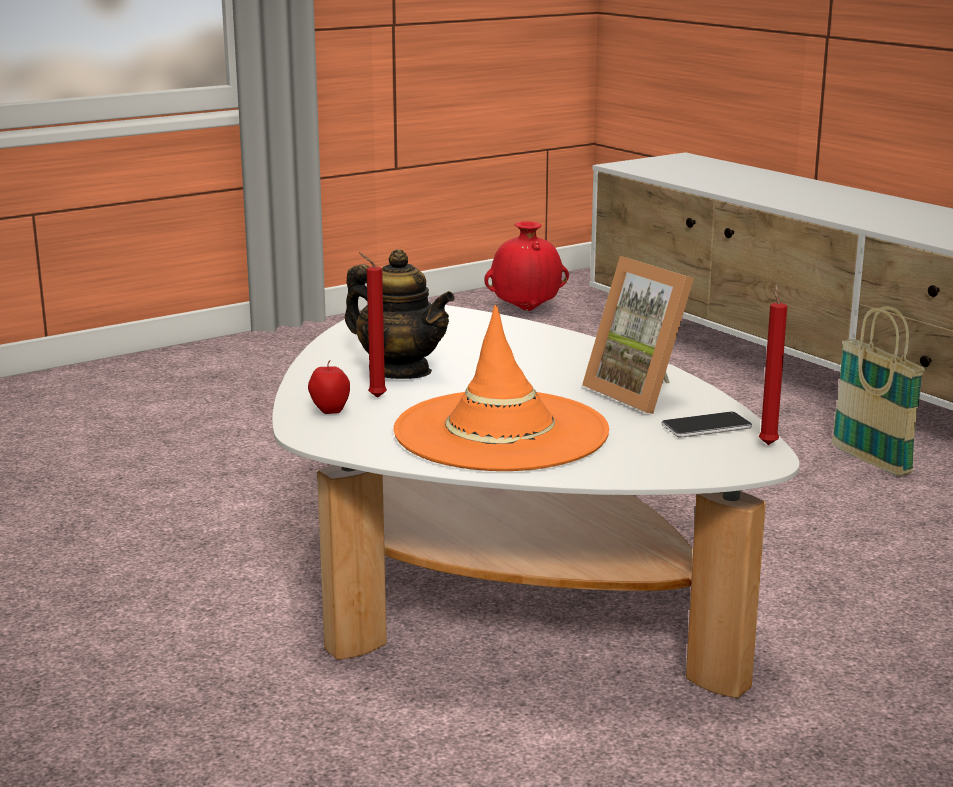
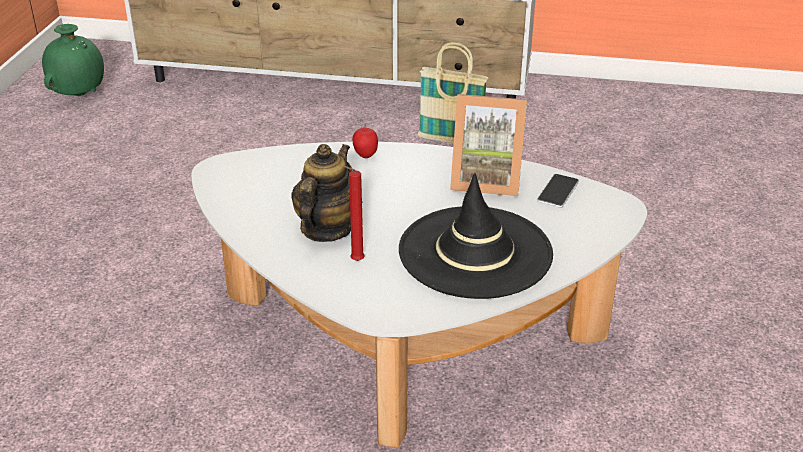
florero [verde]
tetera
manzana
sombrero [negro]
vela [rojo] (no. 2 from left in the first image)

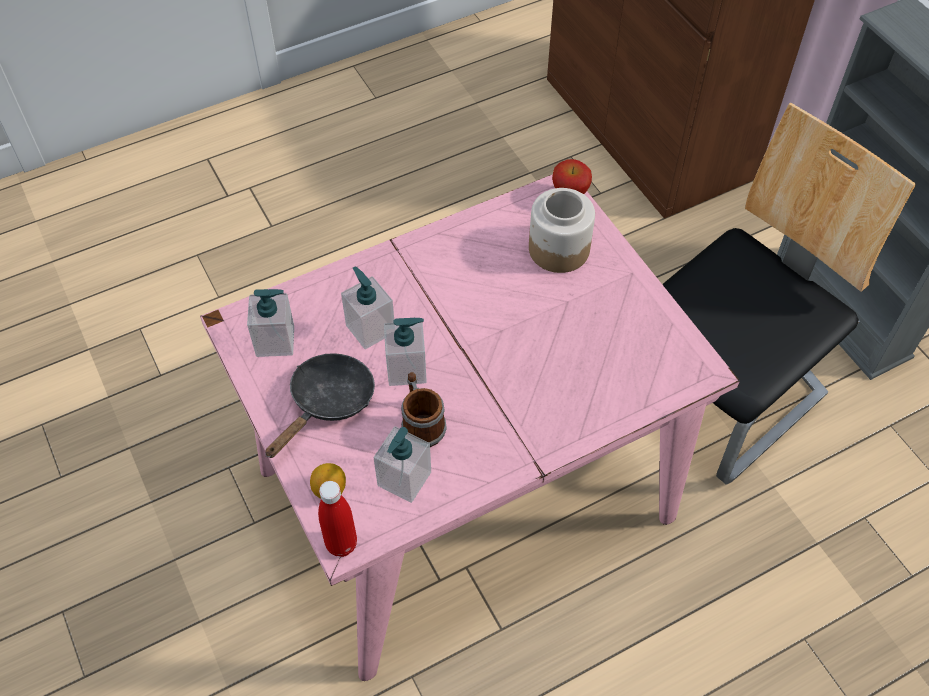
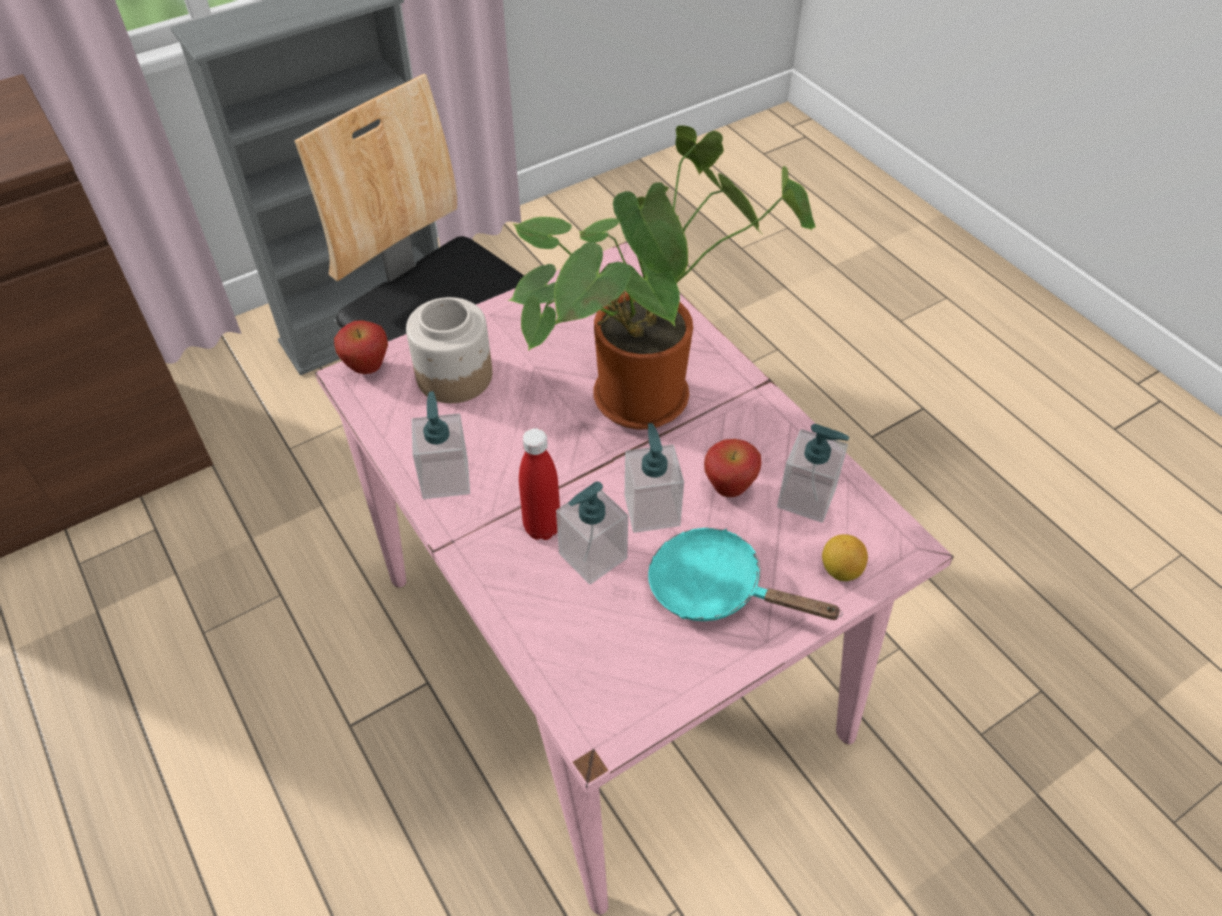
dispensador de jabón (no. 1 from left)
planta en maceta
botella [rojo]
sartén [turquesa]
manzana (no. 2 from left)

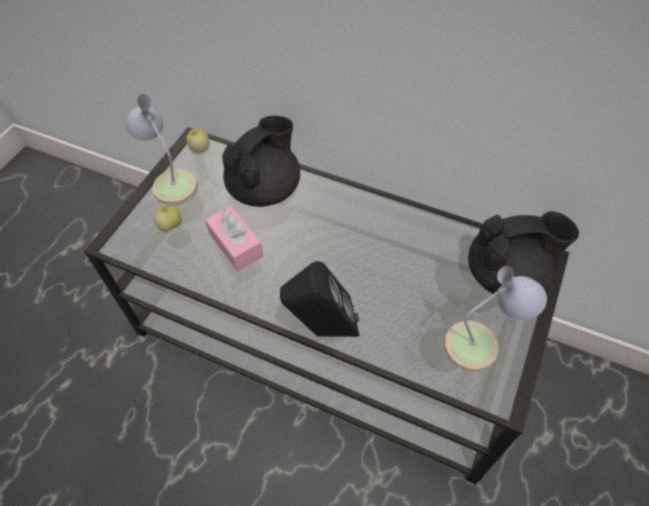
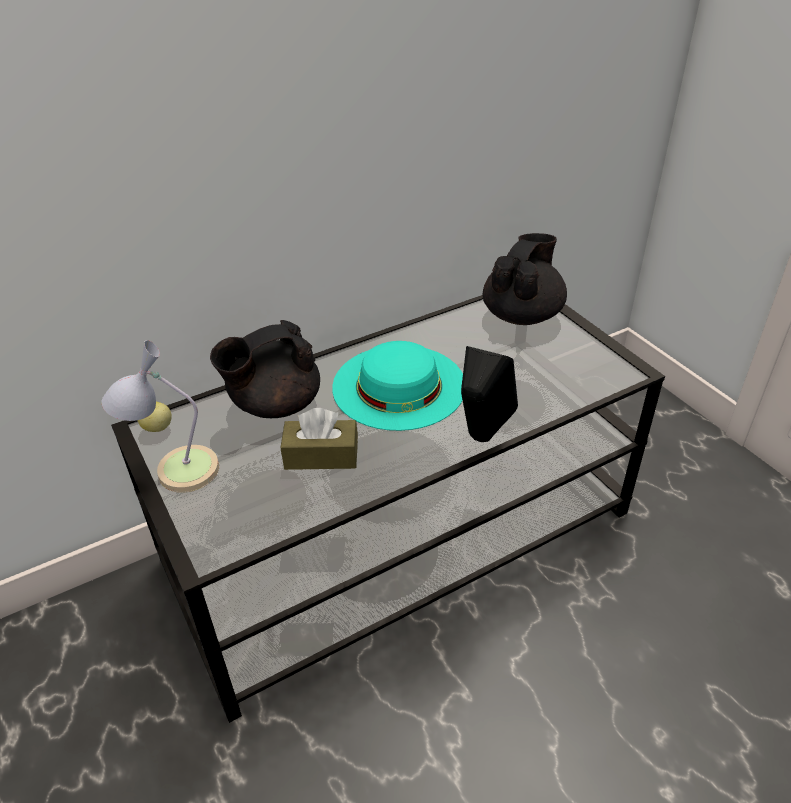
tetera [negro] (no. 1 from left)
caja de pañuelos [marrón]
sombrero [turquesa]
manzana (no. 1 from left in the first image)
lámpara de mesa (no. 2 from left in the first image)

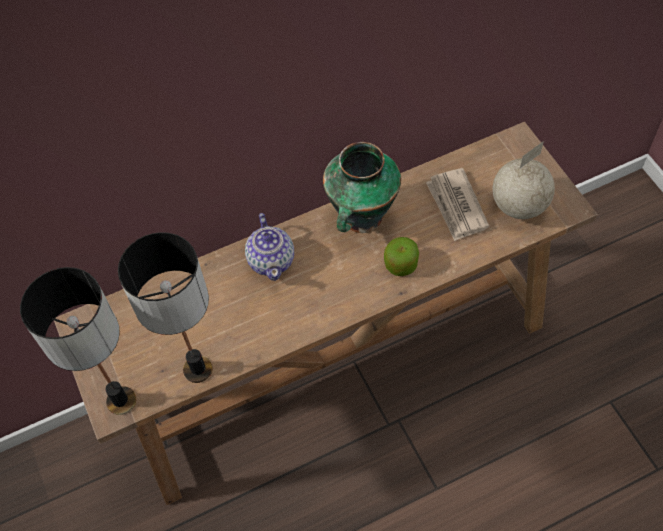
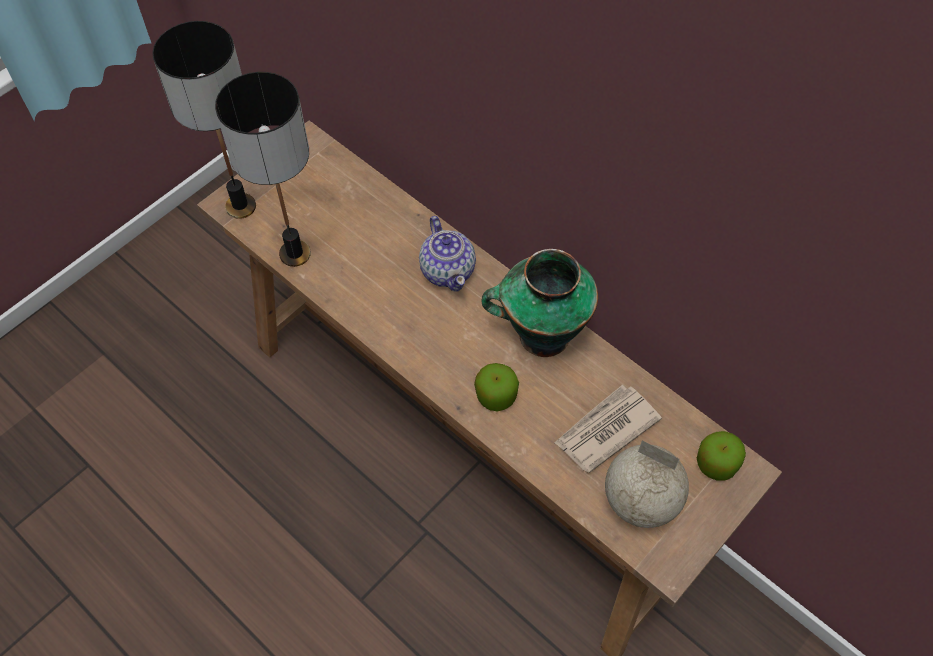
tetera
manzana (no. 2 from left)

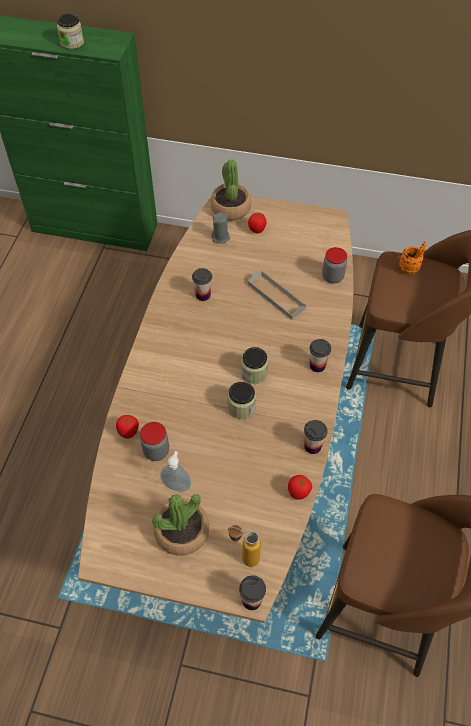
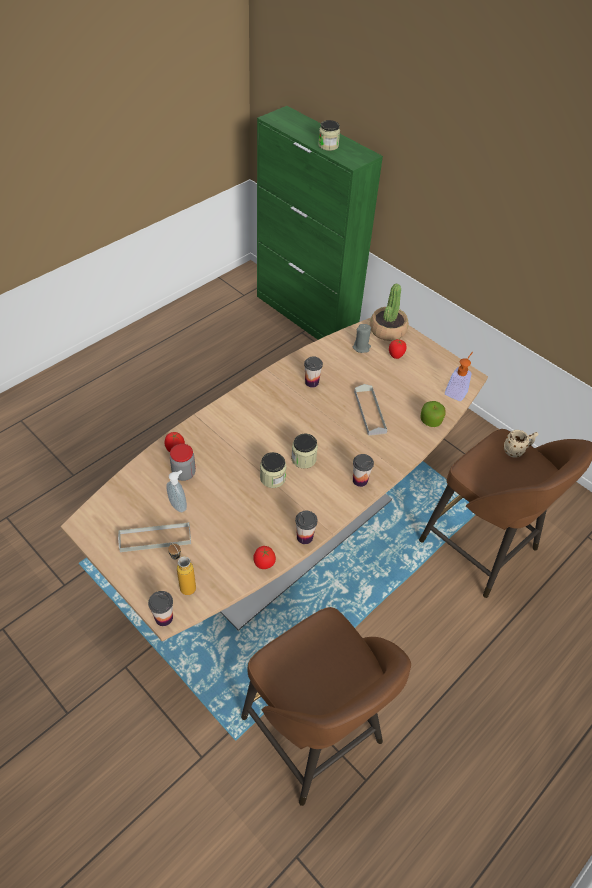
bandeja [gris] (no. 1 from left)
manzana
dispensador de jabón (no. 2 from left)
taza grande [beis]

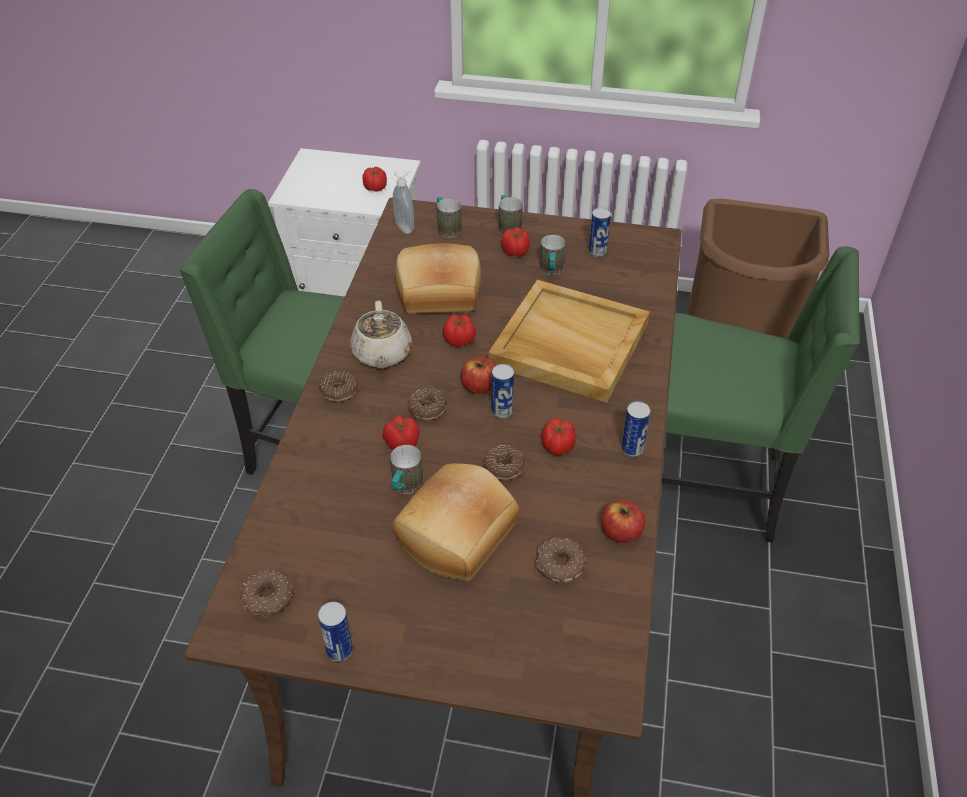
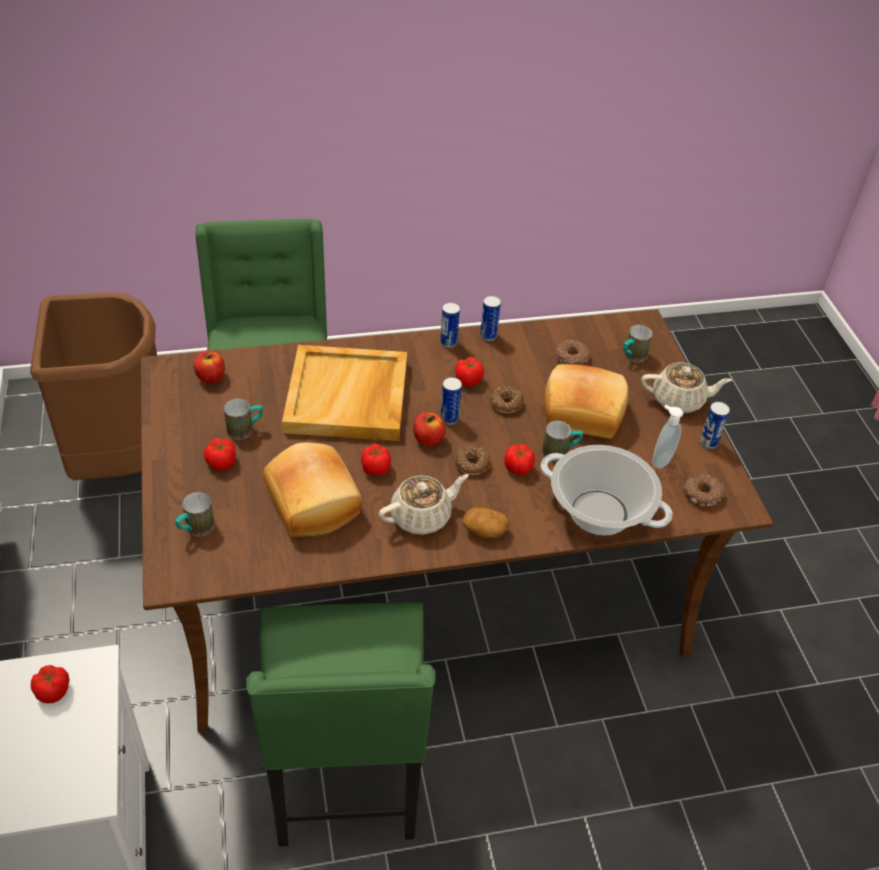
manzana (no. 1 from left)
patata
lata (no. 3 from left)
olla
taza grande (no. 4 from left)
tetera [beis] (no. 2 from left)
dispensador de jabón

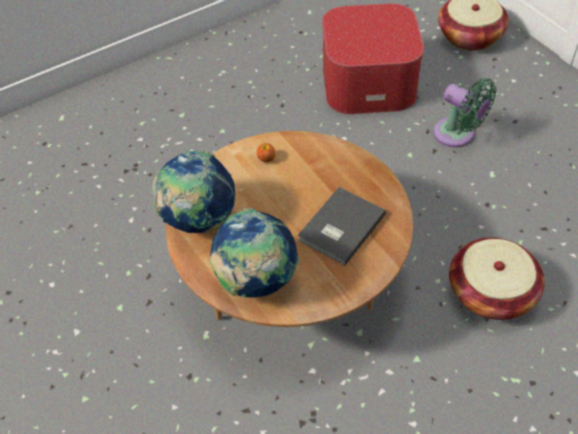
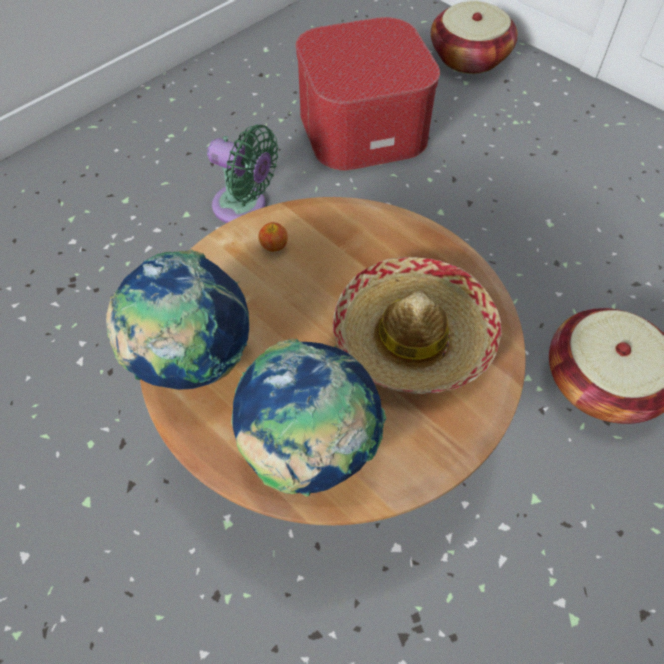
ventilador [verde]
sombrero

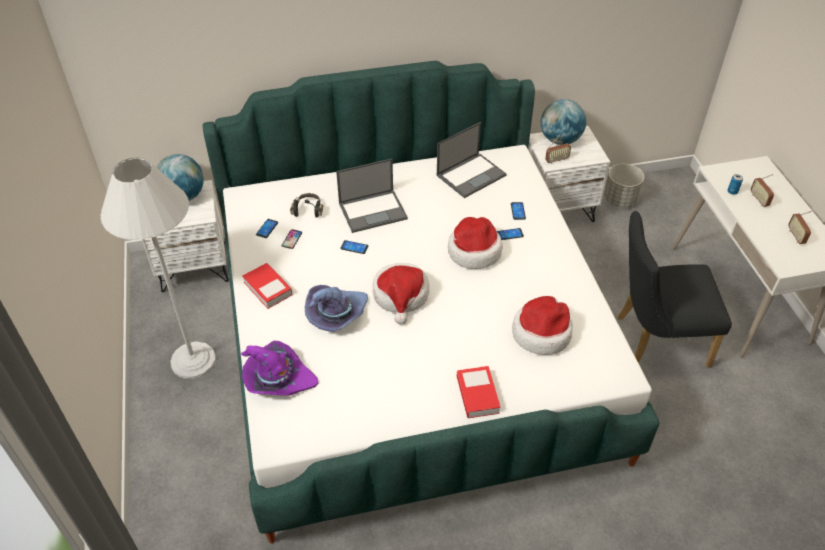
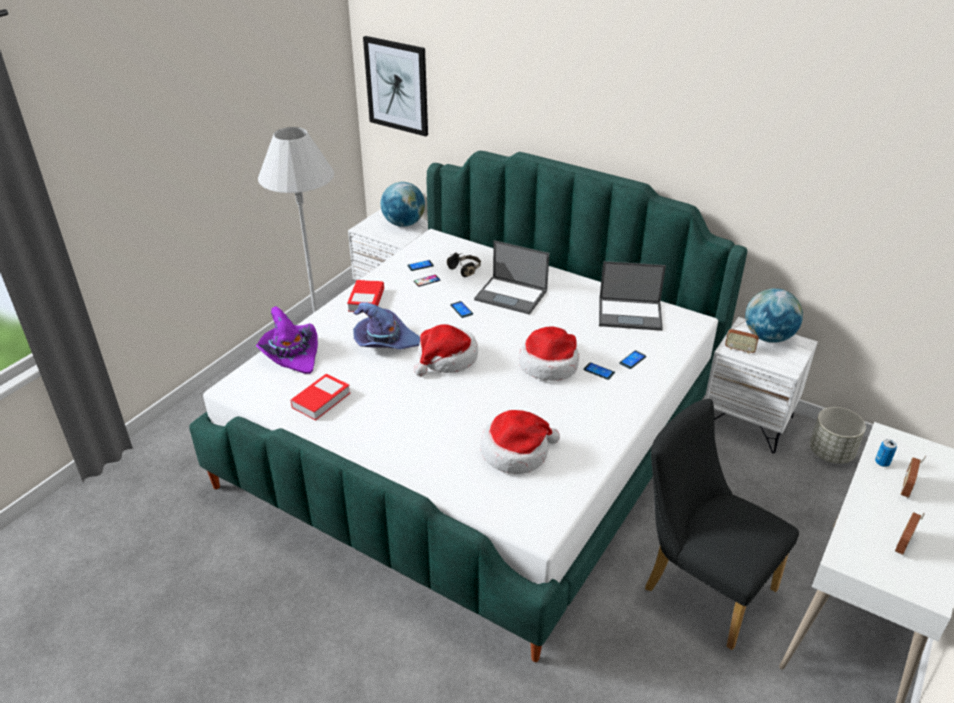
libro (no. 1 from left)
cuadro

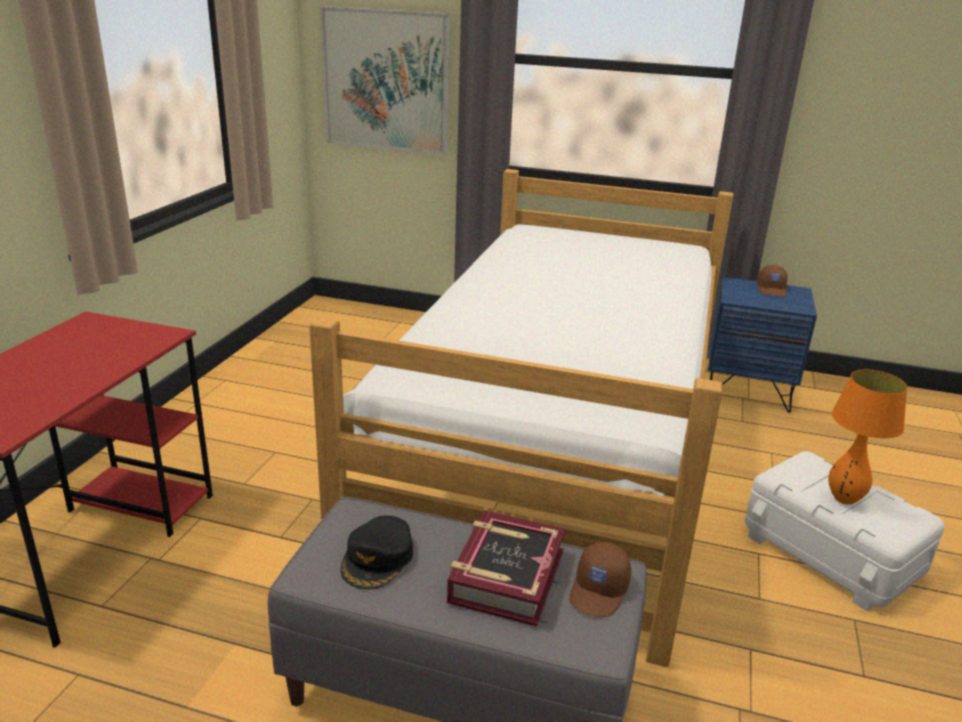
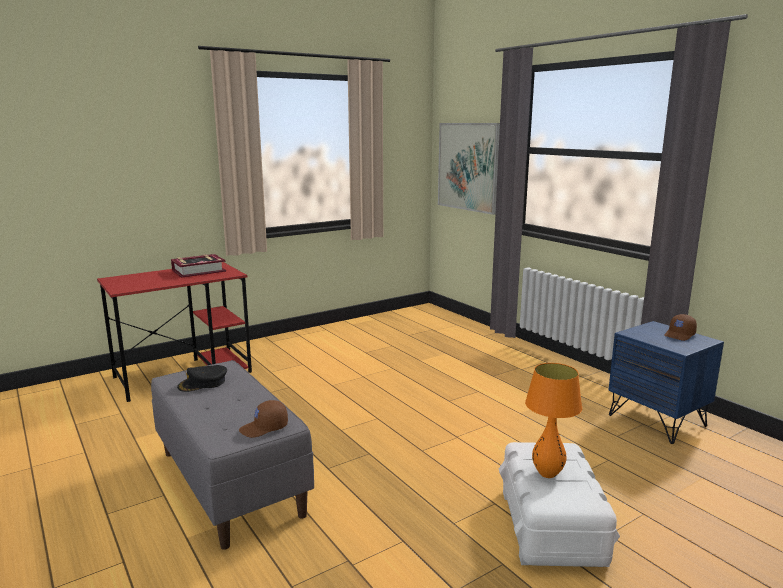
libro
cama

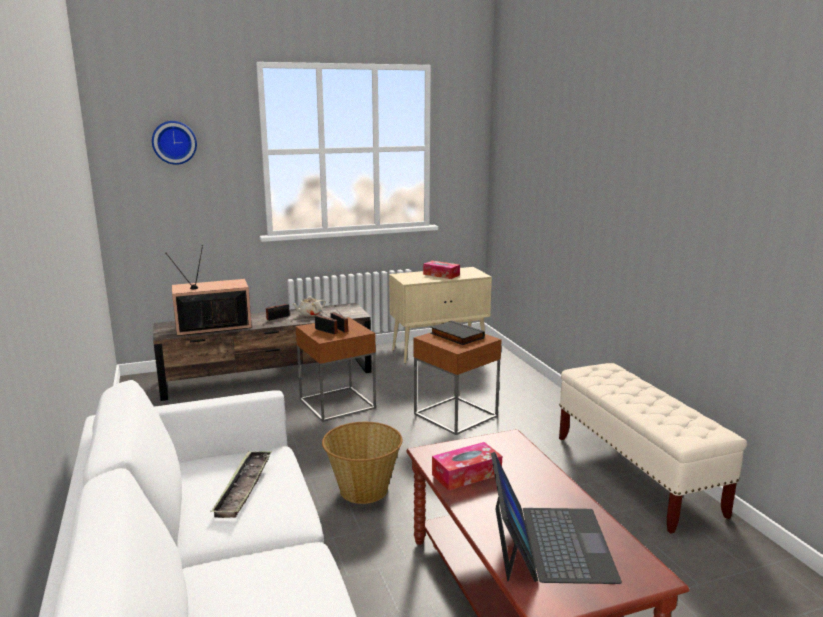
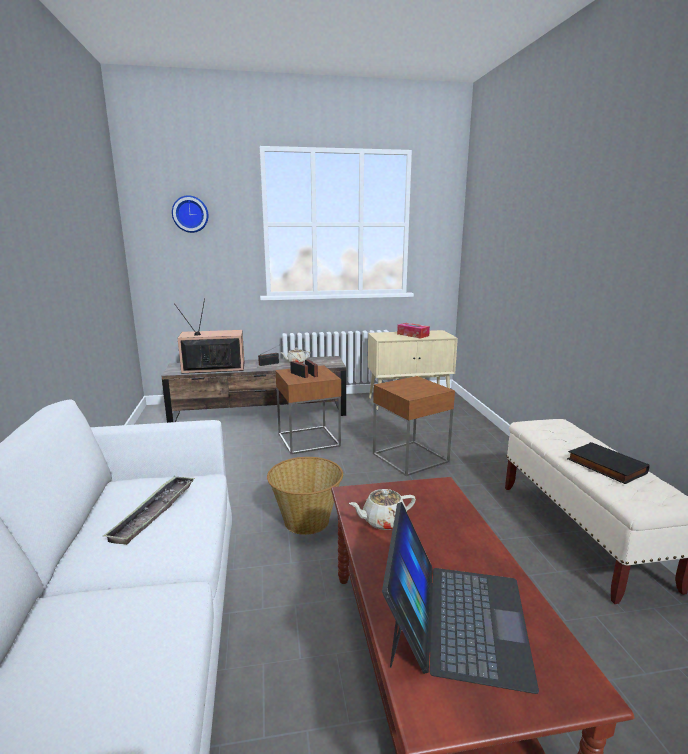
tetera [beis] (no. 2 from left)
libro [negro]

